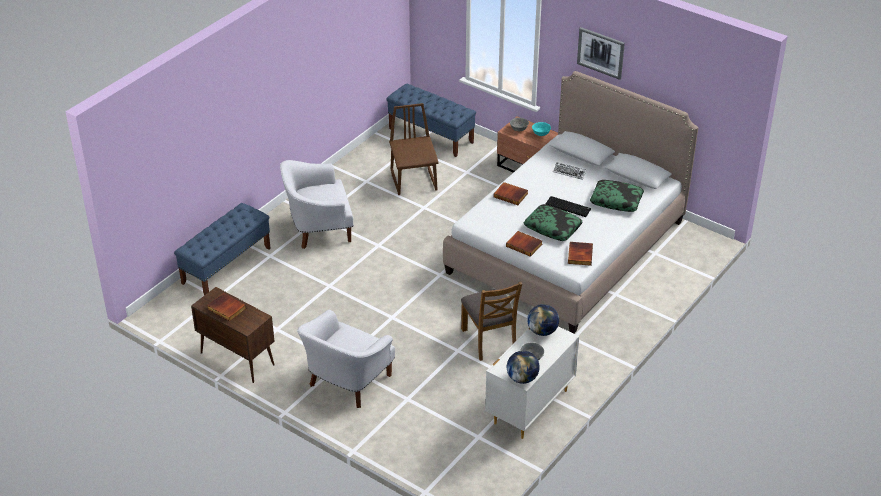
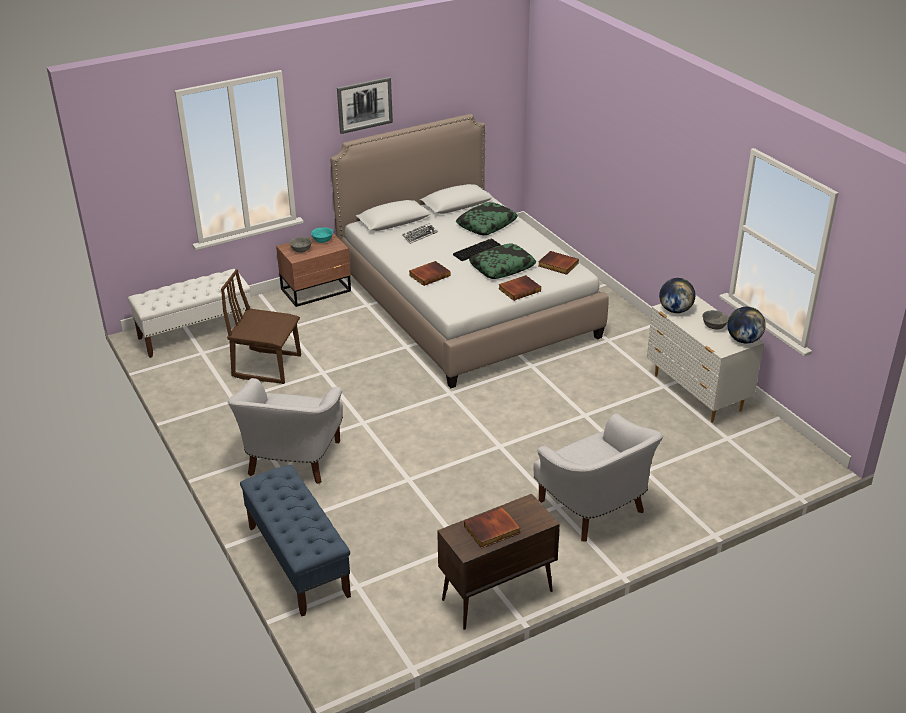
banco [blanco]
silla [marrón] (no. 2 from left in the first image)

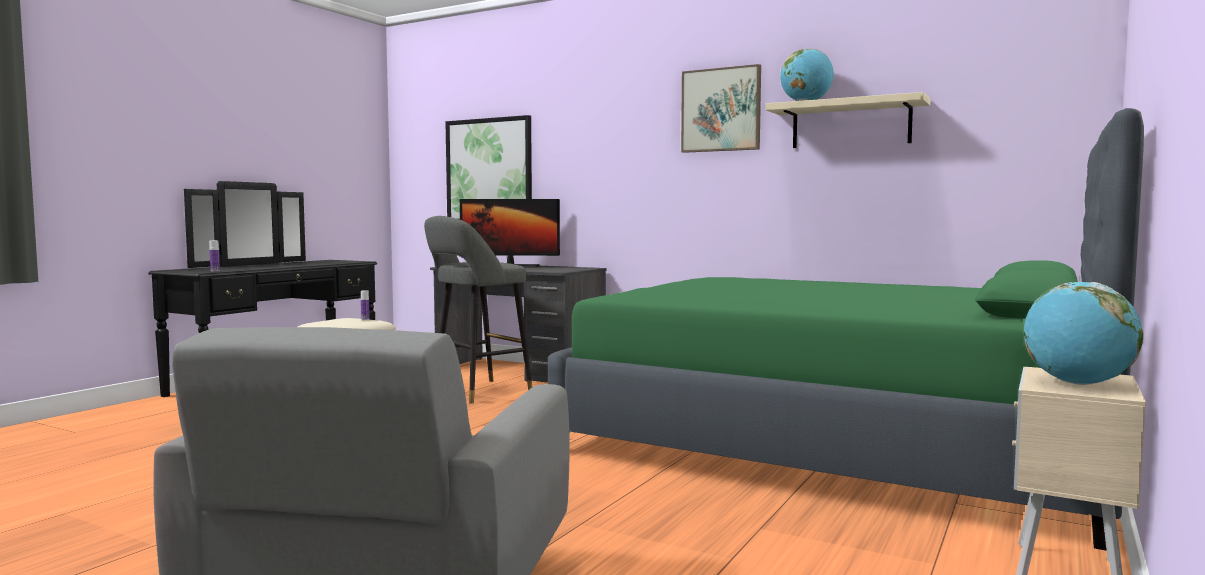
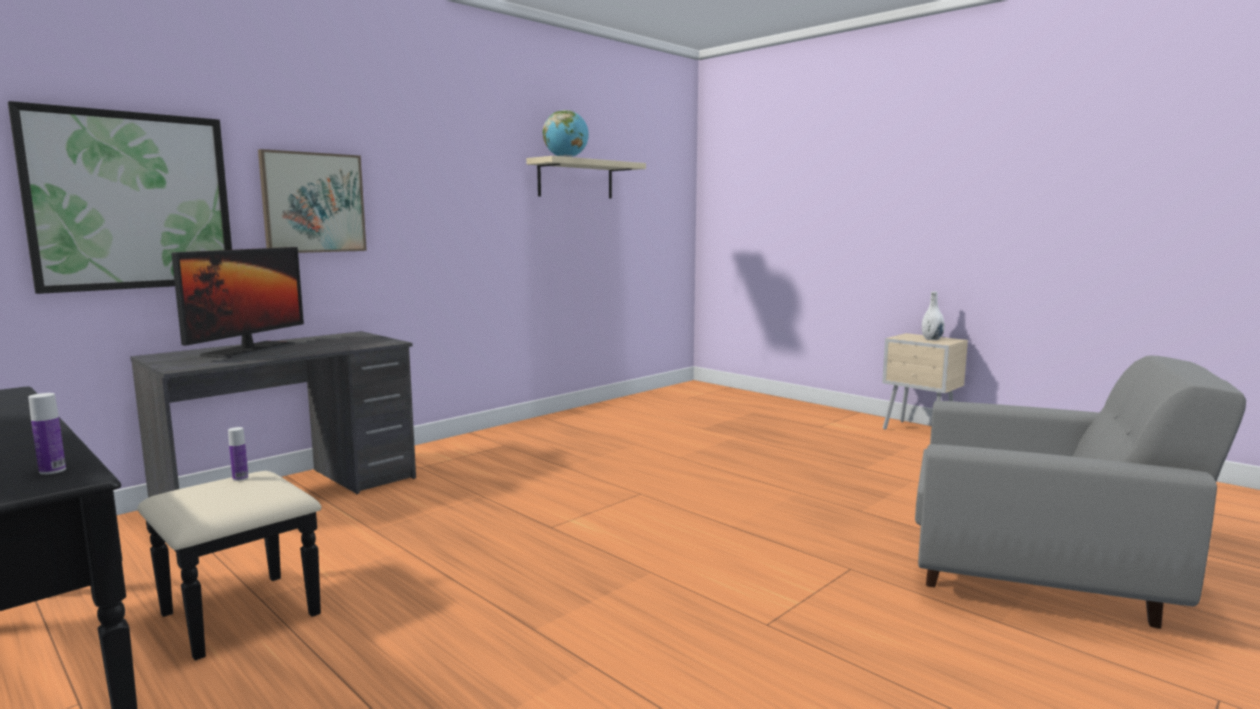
cuadro (no. 2 from left)
florero [blanco]
taburete [gris]
cama [verde]

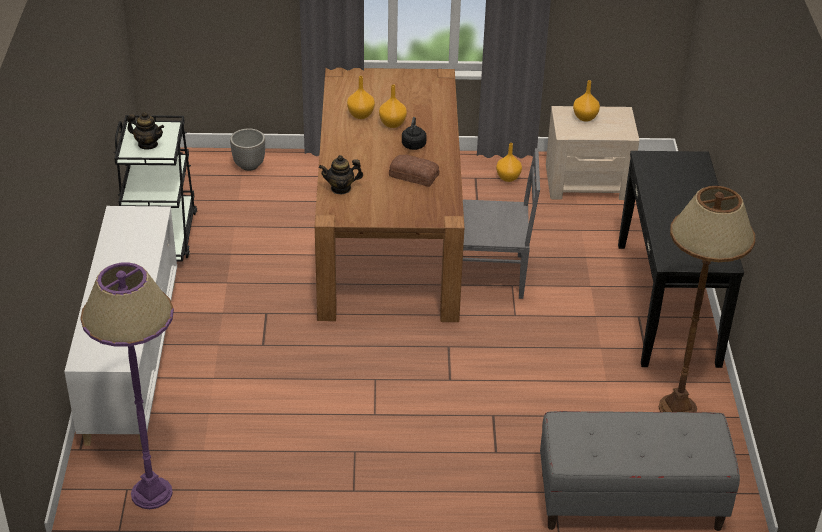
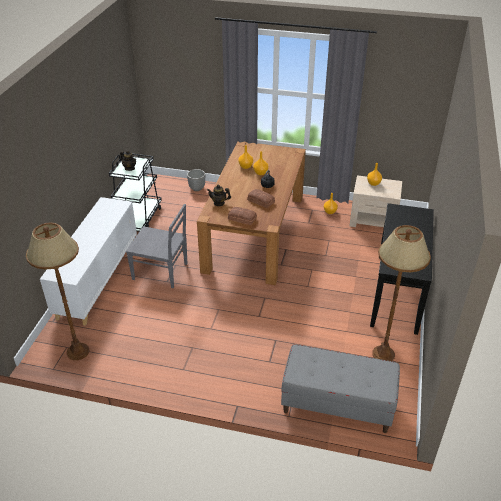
lámpara de pie [marrón] (no. 1 from left)
silla [gris]
pan (no. 1 from left)

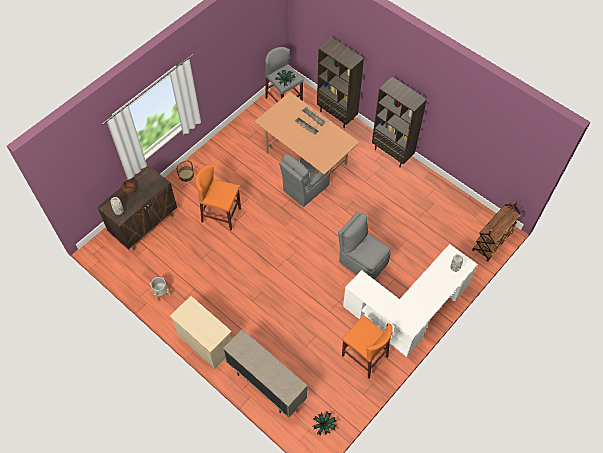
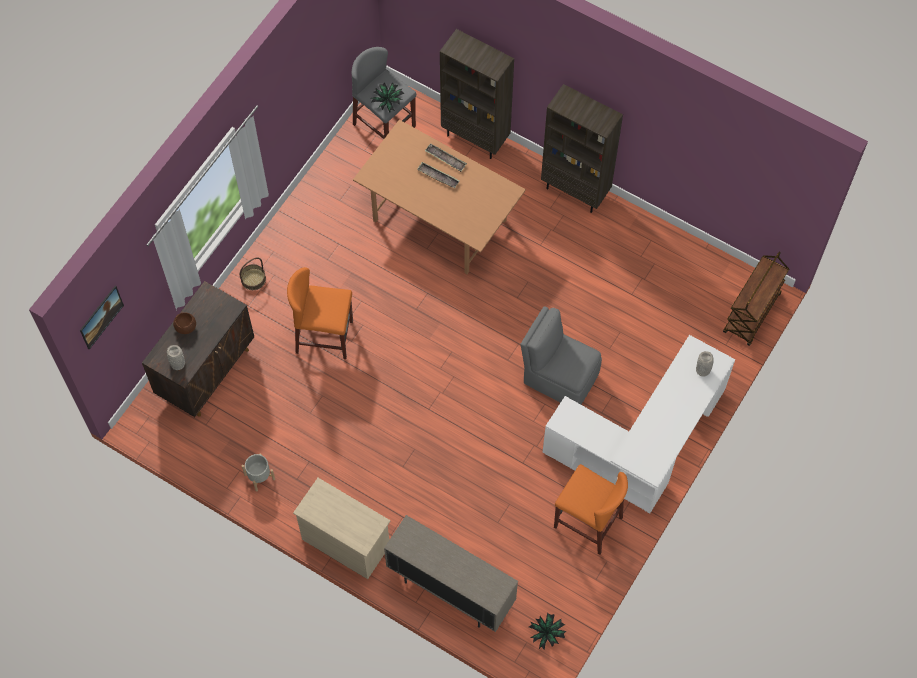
cuadro
silla [gris] (no. 1 from left in the first image)

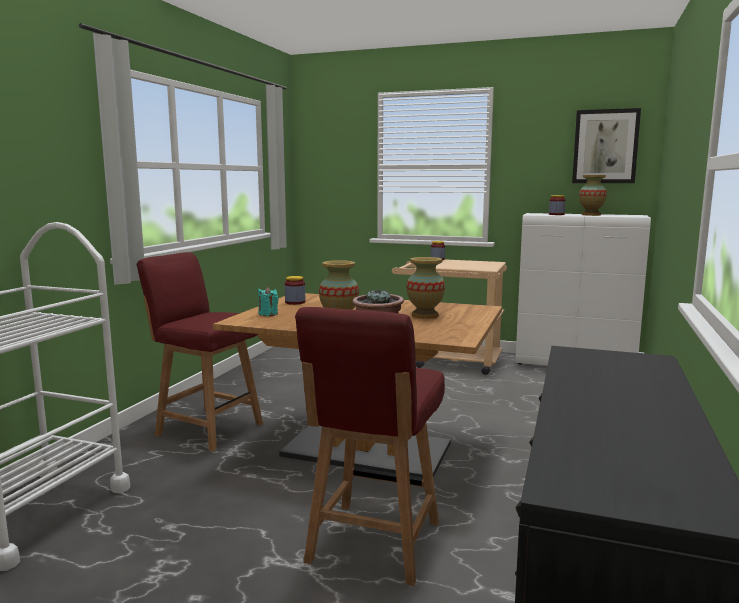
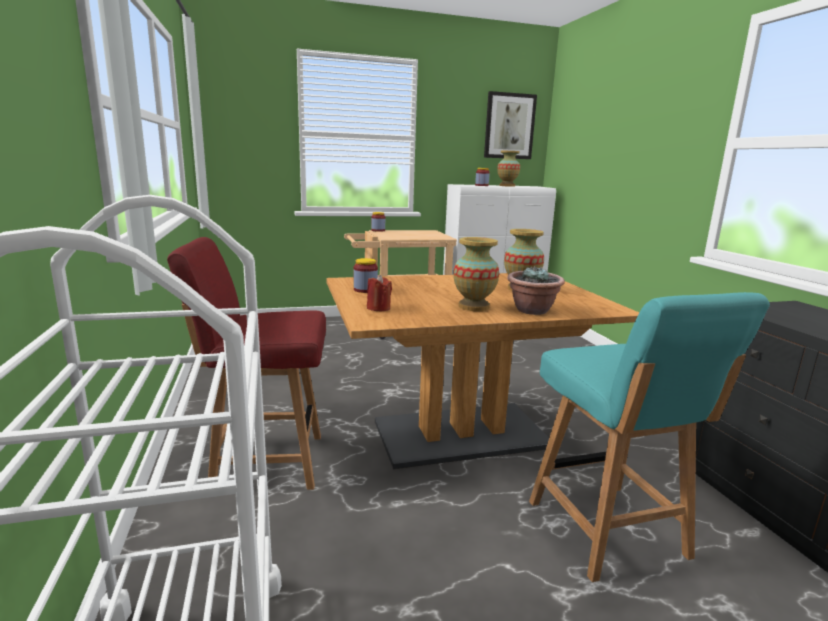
vela [rojo]
silla [turquesa]

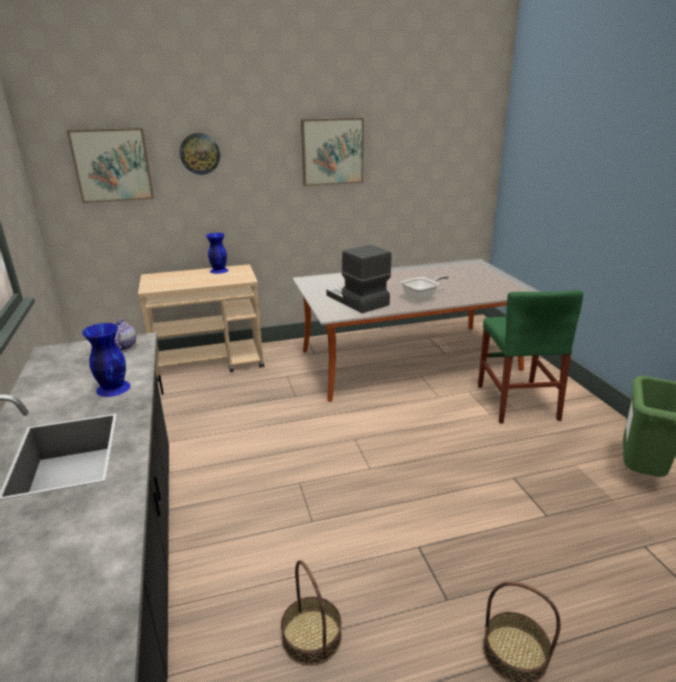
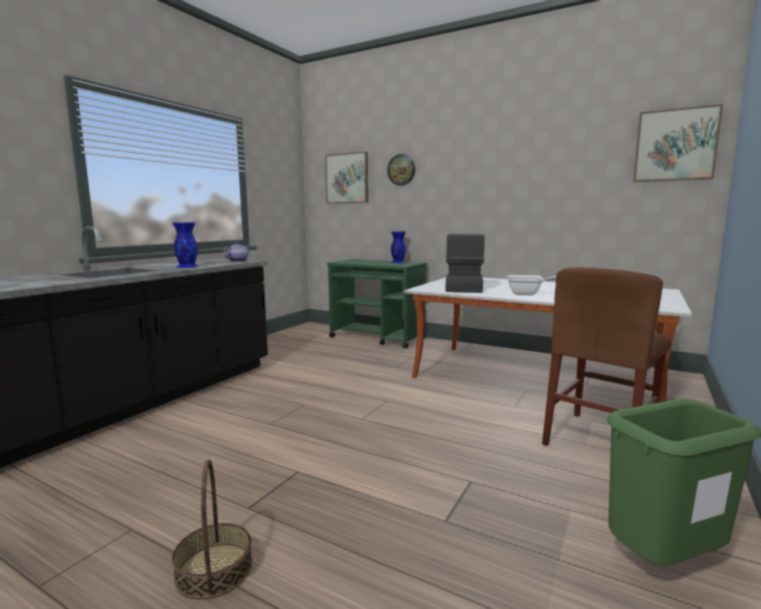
carrito [verde]
silla [marrón]
cuadro (no. 2 from left)
cesta (no. 1 from left in the first image)

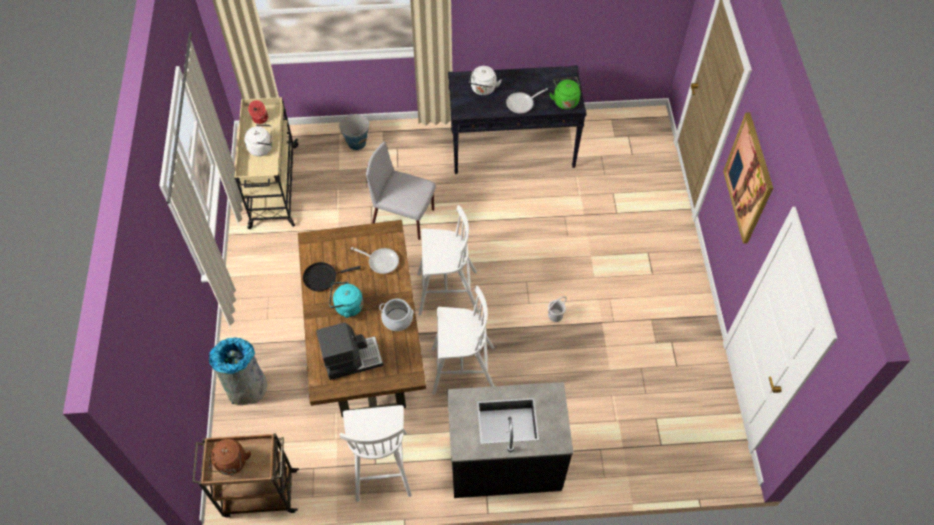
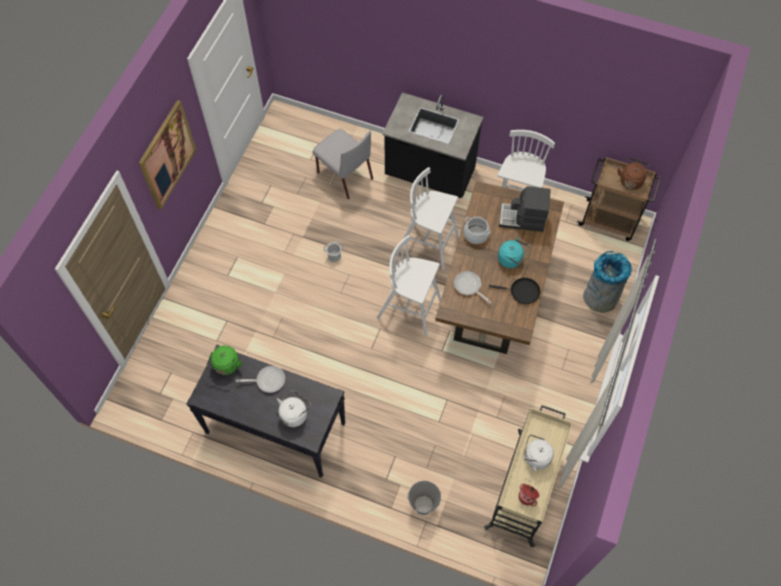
silla [gris]

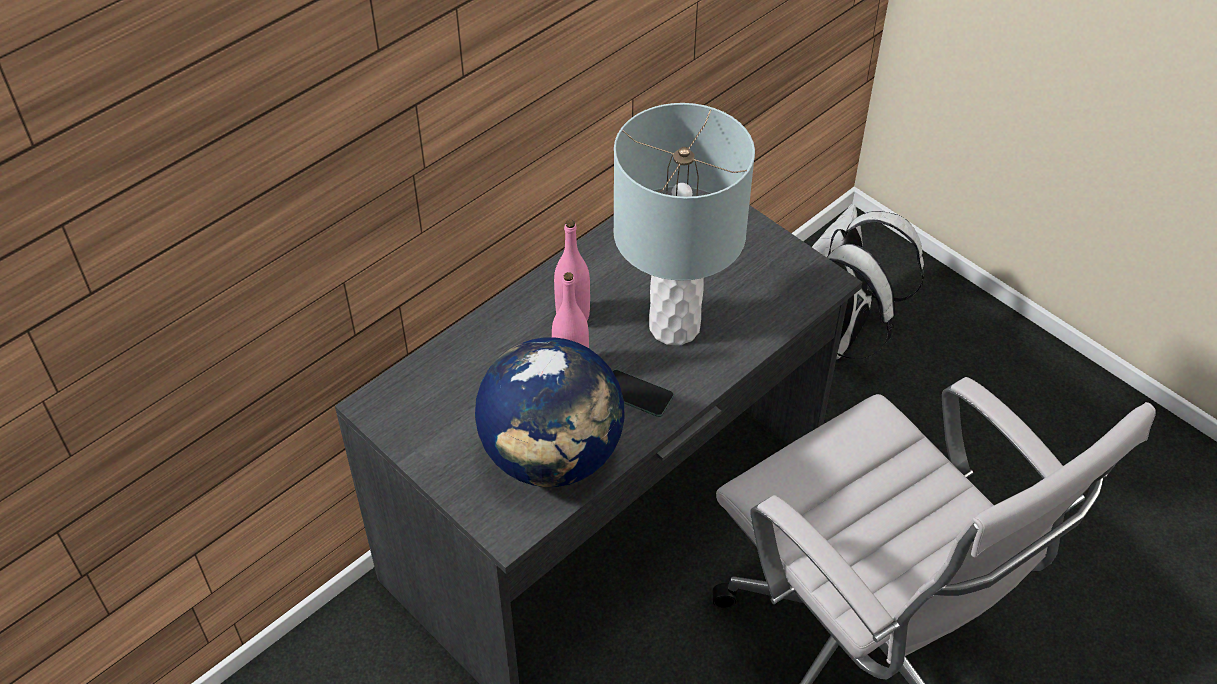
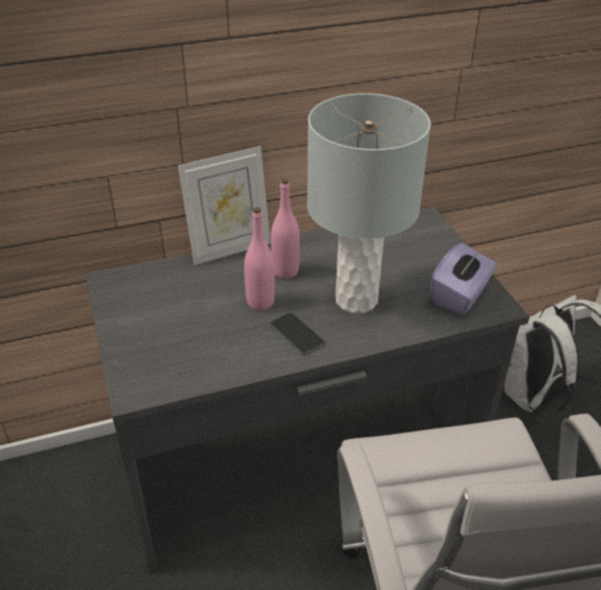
portarretratos
caja de pañuelos [morado]
globo terráqueo

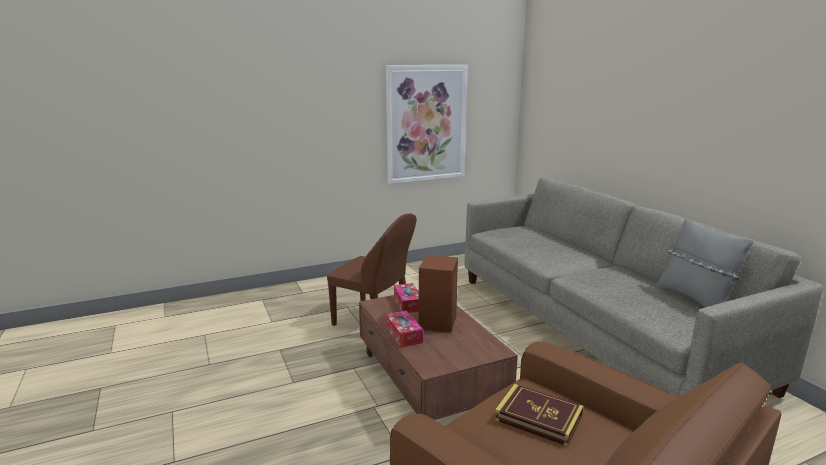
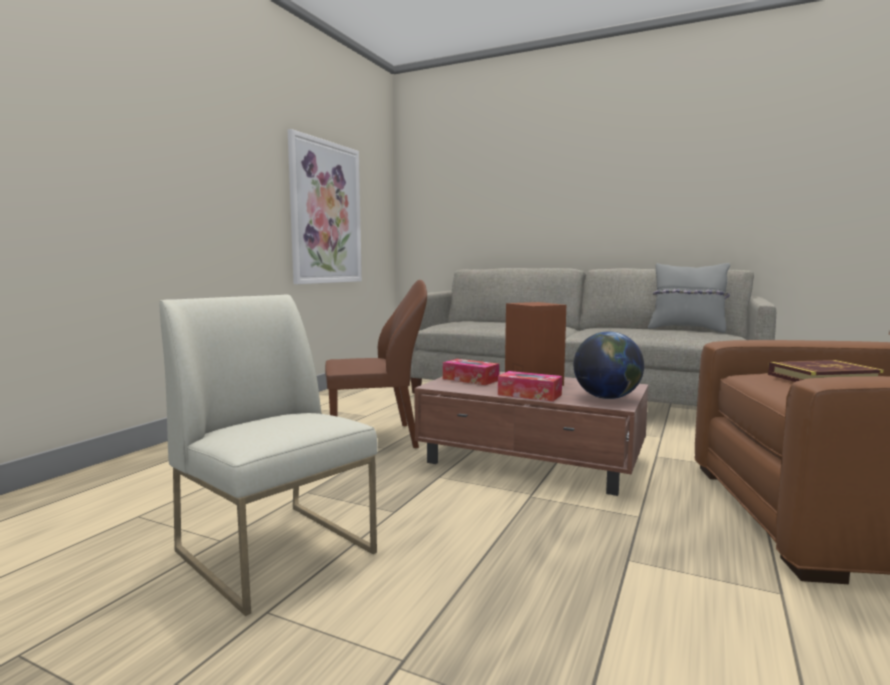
silla [blanco]
globo terráqueo

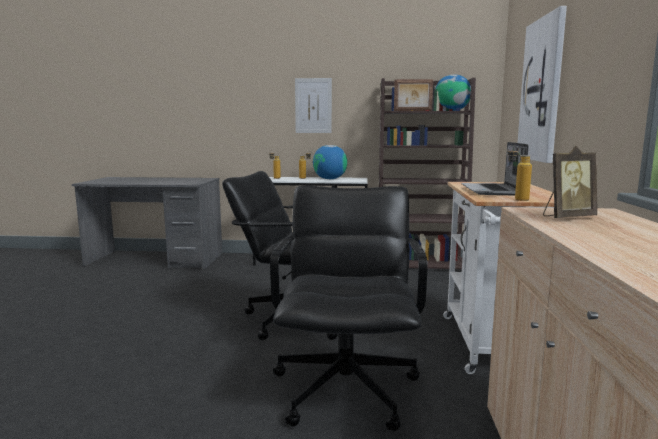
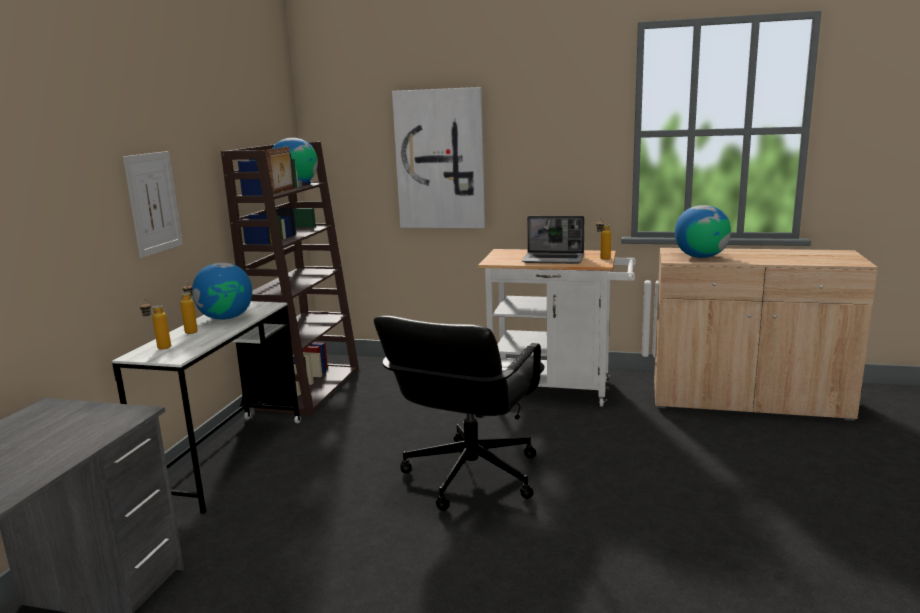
globo terráqueo (no. 3 from left)
silla de oficina [negro] (no. 2 from left in the first image)

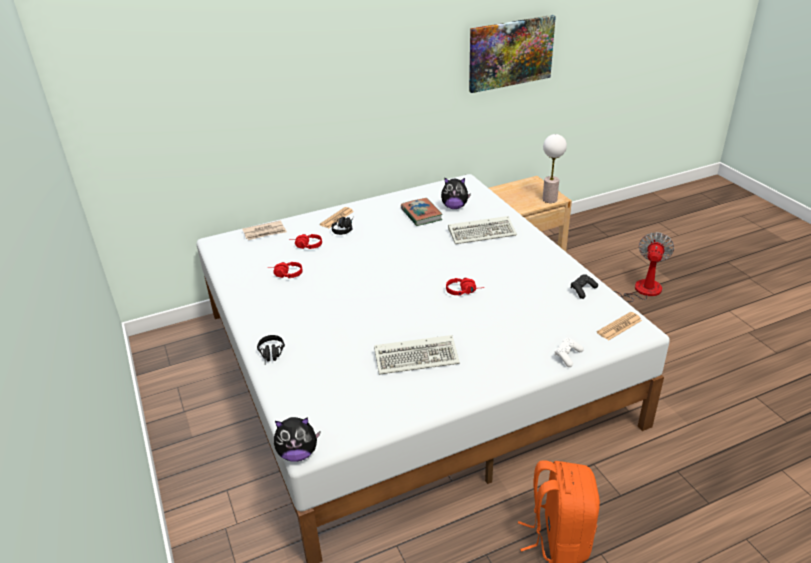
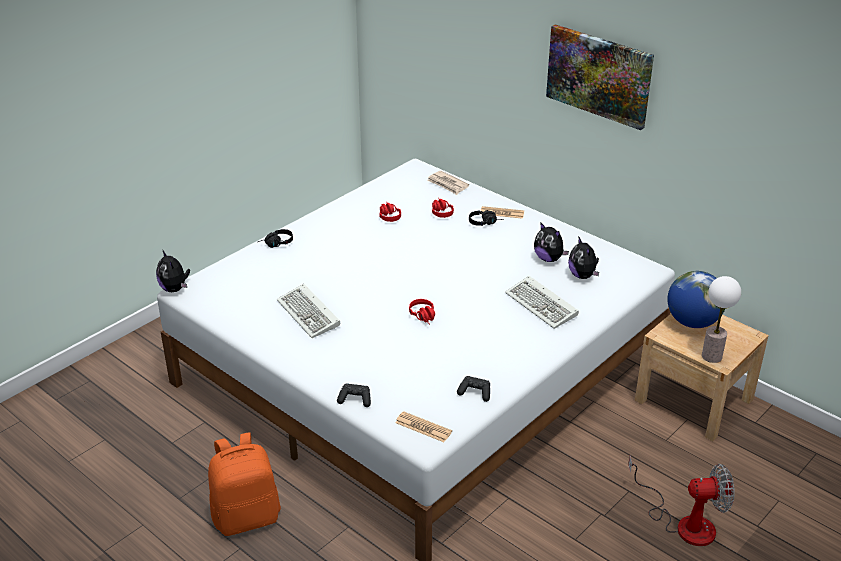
mando de consola [negro] (no. 1 from left)
peluche (no. 2 from left)
cuadro
globo terráqueo

